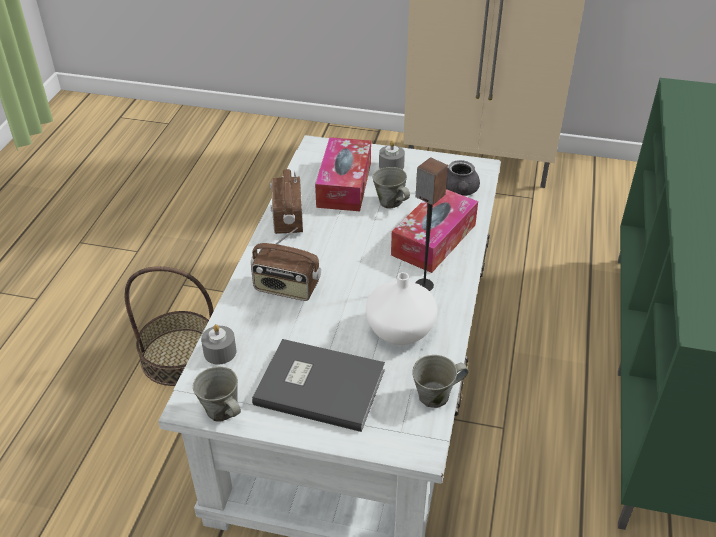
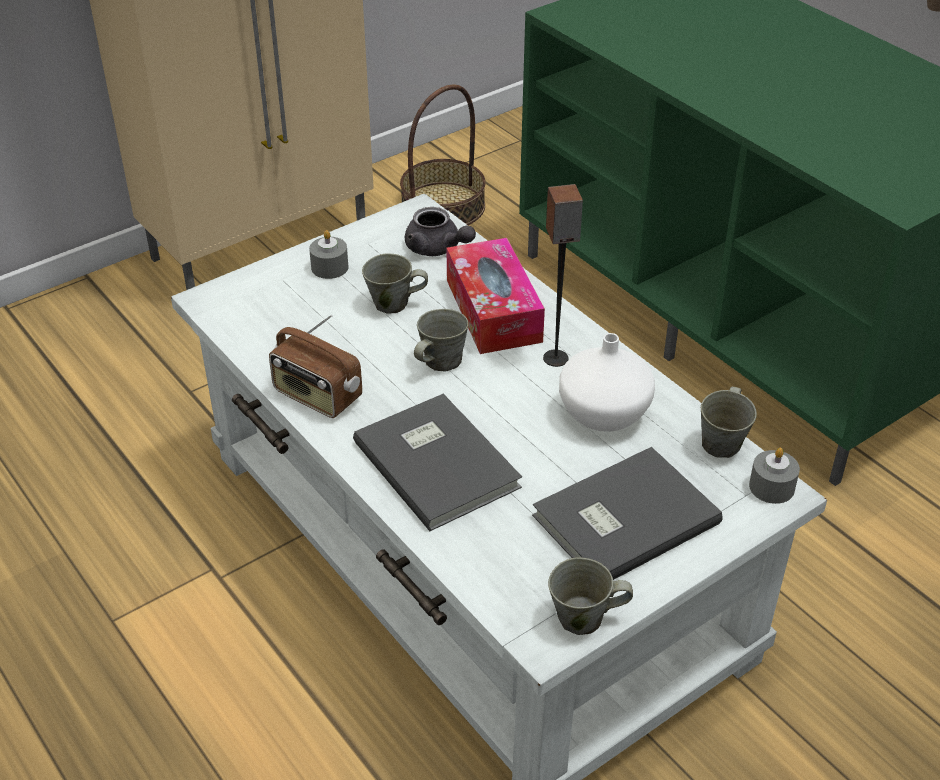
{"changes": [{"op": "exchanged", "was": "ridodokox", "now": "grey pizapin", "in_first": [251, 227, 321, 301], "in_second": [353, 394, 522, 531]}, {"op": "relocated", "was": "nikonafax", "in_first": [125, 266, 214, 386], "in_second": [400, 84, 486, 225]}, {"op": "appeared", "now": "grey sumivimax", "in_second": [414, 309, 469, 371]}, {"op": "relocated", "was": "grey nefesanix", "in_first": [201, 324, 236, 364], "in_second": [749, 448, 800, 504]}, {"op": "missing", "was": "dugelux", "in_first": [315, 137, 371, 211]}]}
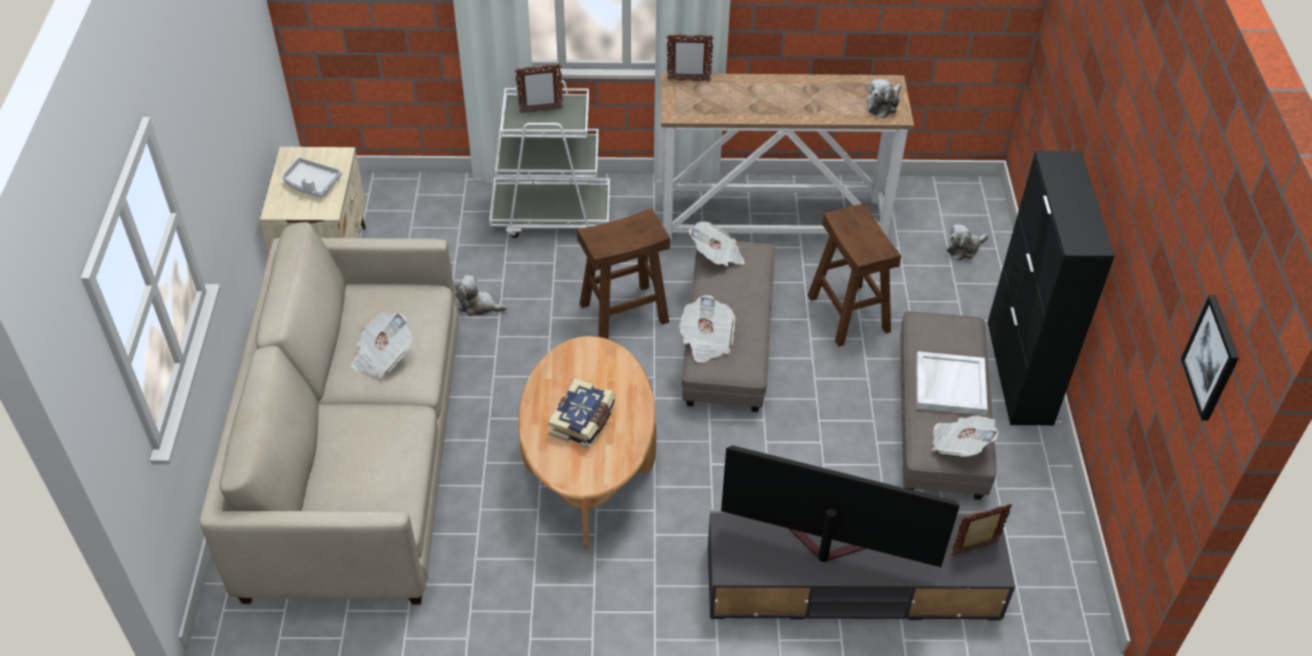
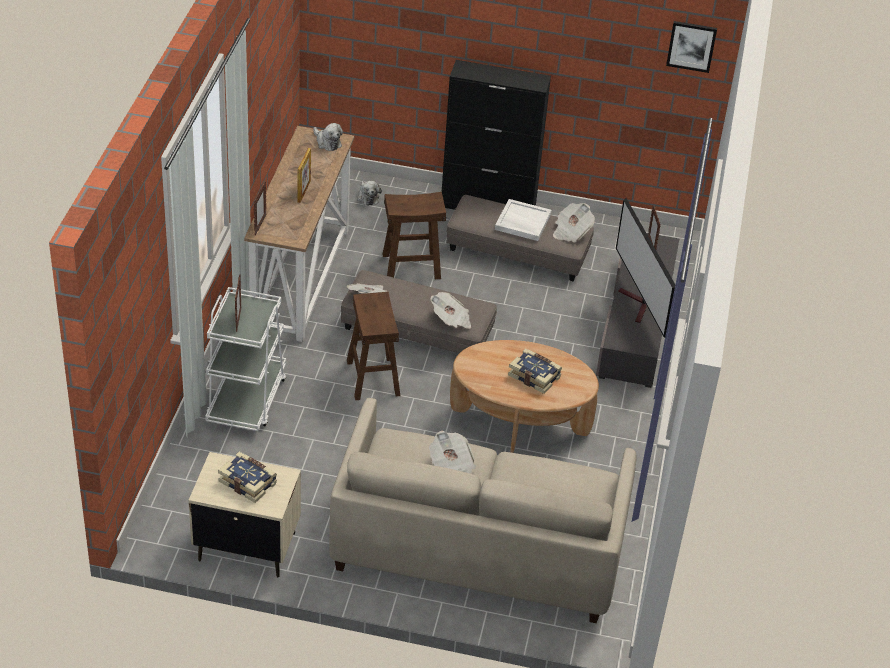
{"changes": [{"op": "exchanged", "was": "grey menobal", "now": "pizapin", "in_first": [282, 158, 342, 198], "in_second": [218, 452, 277, 503]}, {"op": "appeared", "now": "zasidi", "in_second": [297, 148, 311, 203]}, {"op": "spun", "was": "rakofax", "in_first": [721, 445, 959, 567], "in_second": [616, 198, 675, 337], "clockwise": -45}, {"op": "missing", "was": "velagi", "in_first": [455, 275, 507, 316]}]}
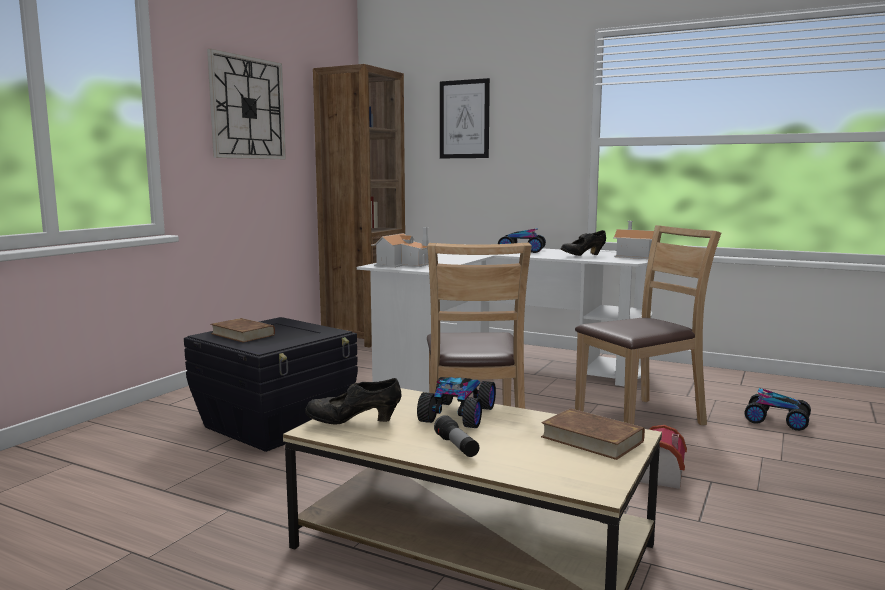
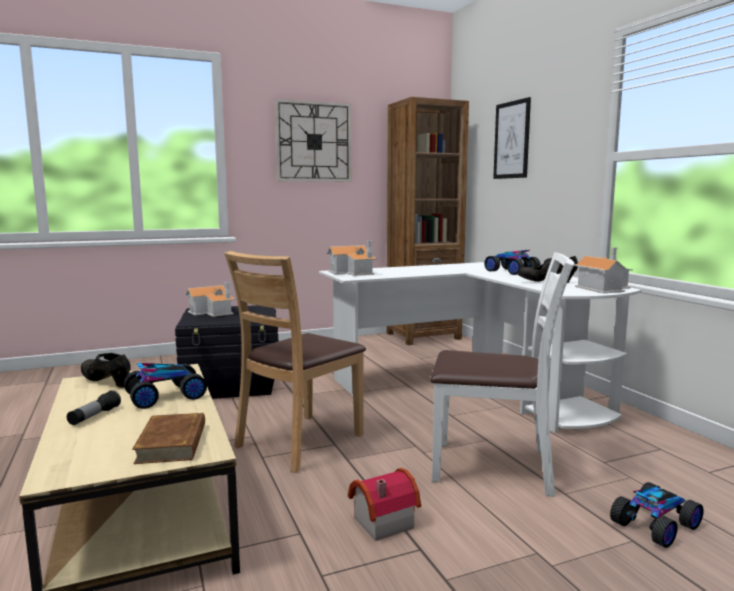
{"changes": [{"op": "exchanged", "was": "brown pizapin", "now": "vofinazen", "in_first": [210, 318, 275, 342], "in_second": [185, 282, 235, 317]}, {"op": "colour", "was": "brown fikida", "now": "white fikida", "in_first": [575, 225, 721, 425], "in_second": [430, 252, 575, 497]}, {"op": "spun", "was": "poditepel", "in_first": [745, 388, 811, 431], "in_second": [610, 482, 704, 548], "clockwise": -105}]}
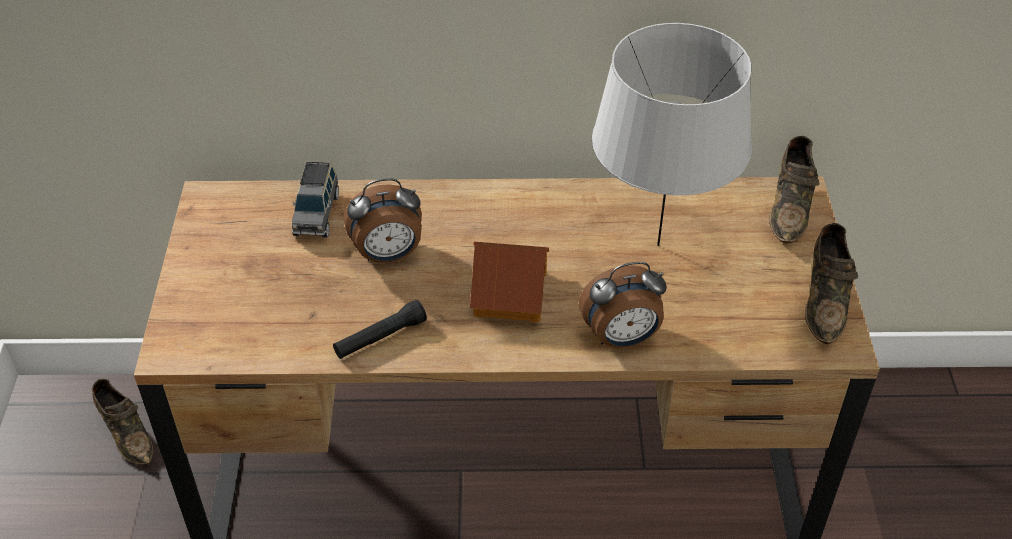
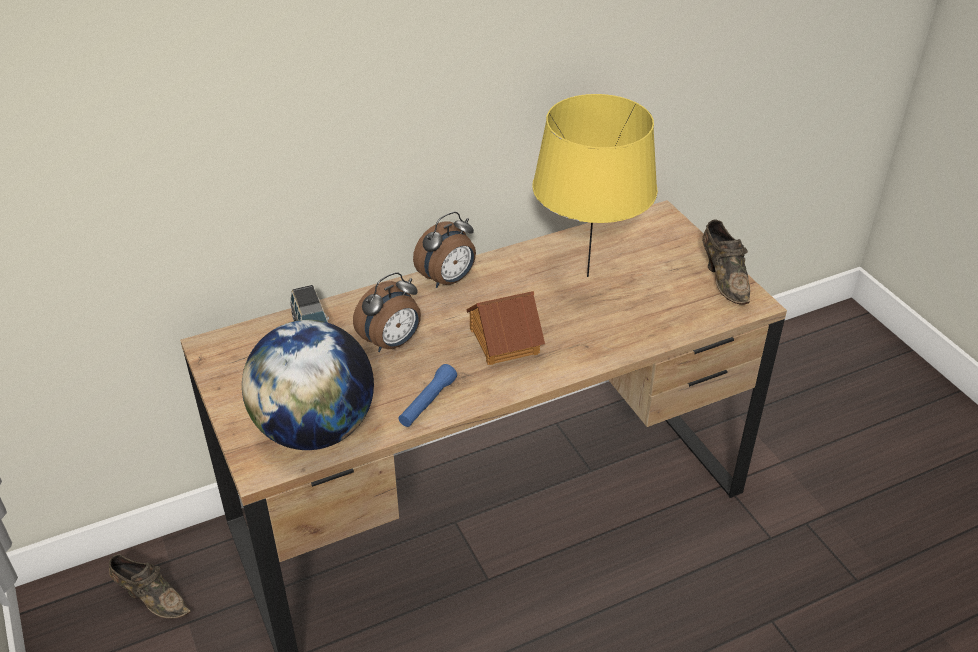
{"changes": [{"op": "appeared", "now": "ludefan", "in_second": [242, 320, 374, 450]}, {"op": "colour", "was": "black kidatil", "now": "blue kidatil", "in_first": [333, 300, 427, 359], "in_second": [398, 364, 457, 427]}, {"op": "relocated", "was": "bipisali", "in_first": [579, 262, 667, 348], "in_second": [413, 212, 476, 288]}, {"op": "colour", "was": "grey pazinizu", "now": "yellow pazinizu", "in_first": [592, 23, 752, 246], "in_second": [532, 94, 658, 277]}, {"op": "missing", "was": "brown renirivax", "in_first": [769, 136, 820, 243]}]}
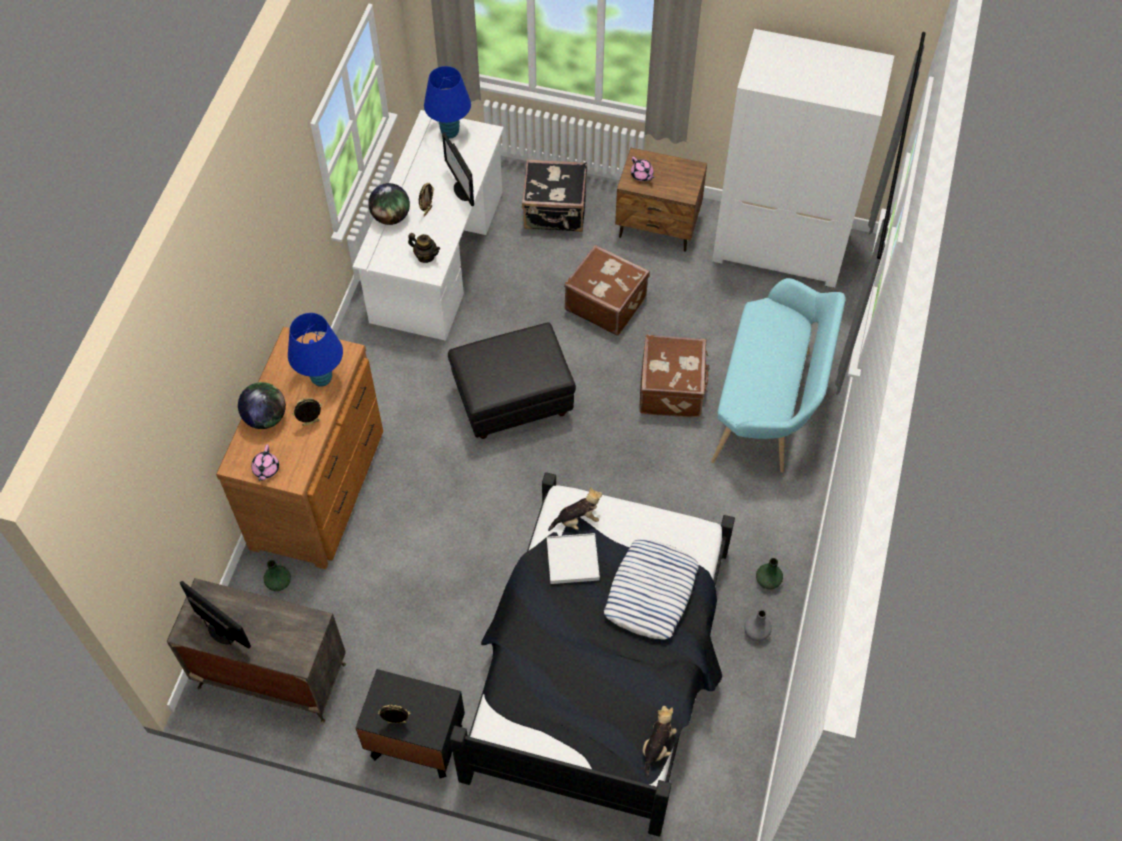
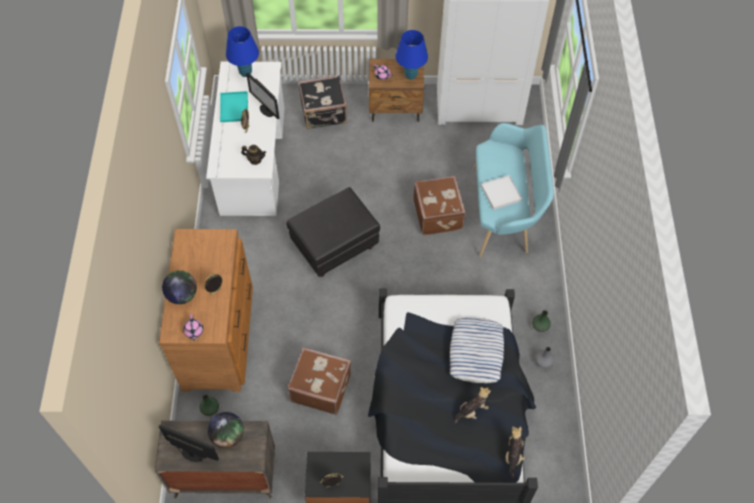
{"changes": [{"op": "relocated", "was": "ludefan", "in_first": [368, 183, 410, 225], "in_second": [208, 412, 244, 448]}, {"op": "appeared", "now": "turquoise menobal", "in_second": [220, 91, 248, 122]}, {"op": "relocated", "was": "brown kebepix", "in_first": [564, 245, 650, 336], "in_second": [287, 347, 351, 415]}, {"op": "relocated", "was": "blue pazinizu", "in_first": [288, 313, 343, 387], "in_second": [395, 30, 428, 80]}, {"op": "relocated", "was": "velagi", "in_first": [548, 487, 603, 531], "in_second": [454, 387, 491, 424]}, {"op": "relocated", "was": "white menobal", "in_first": [547, 533, 600, 584], "in_second": [481, 175, 522, 210]}]}
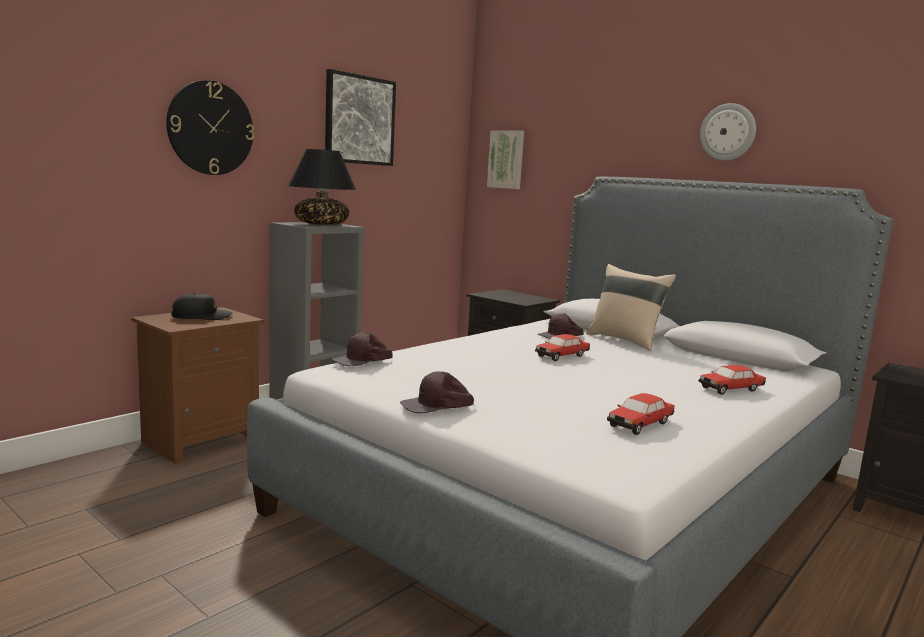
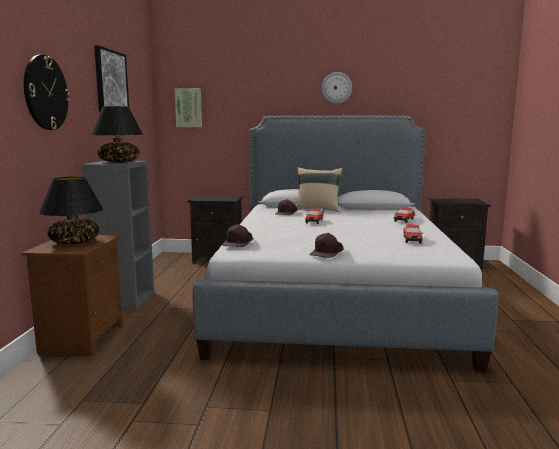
{"changes": [{"op": "exchanged", "was": "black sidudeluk", "now": "black pazinizu", "in_first": [172, 293, 233, 320], "in_second": [39, 177, 104, 244]}]}
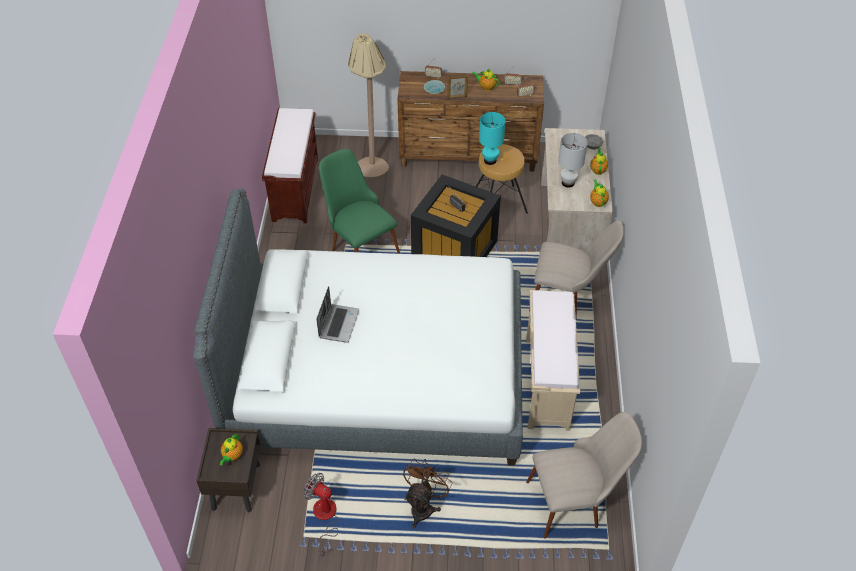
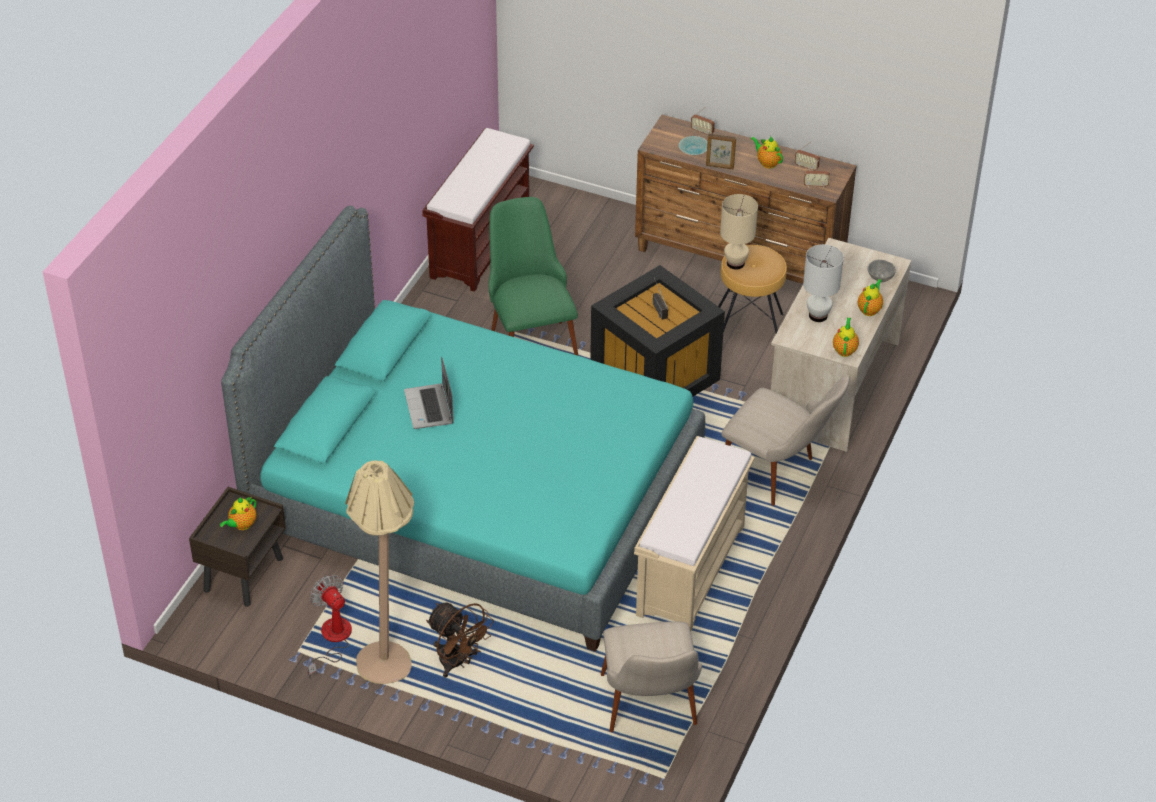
{"changes": [{"op": "colour", "was": "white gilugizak", "now": "turquoise gilugizak", "in_first": [194, 188, 523, 466], "in_second": [221, 206, 705, 652]}, {"op": "relocated", "was": "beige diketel", "in_first": [348, 34, 389, 177], "in_second": [345, 461, 414, 684]}, {"op": "spun", "was": "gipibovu", "in_first": [316, 286, 359, 343], "in_second": [404, 356, 454, 429], "clockwise": 135}, {"op": "spun", "was": "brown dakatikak", "in_first": [403, 459, 452, 528], "in_second": [426, 603, 494, 678], "clockwise": 90}, {"op": "spun", "was": "beige fikida", "in_first": [526, 412, 642, 539], "in_second": [601, 621, 702, 732], "clockwise": 75}, {"op": "colour", "was": "turquoise pazinizu", "now": "beige pazinizu", "in_first": [479, 112, 506, 165], "in_second": [720, 194, 758, 270]}]}
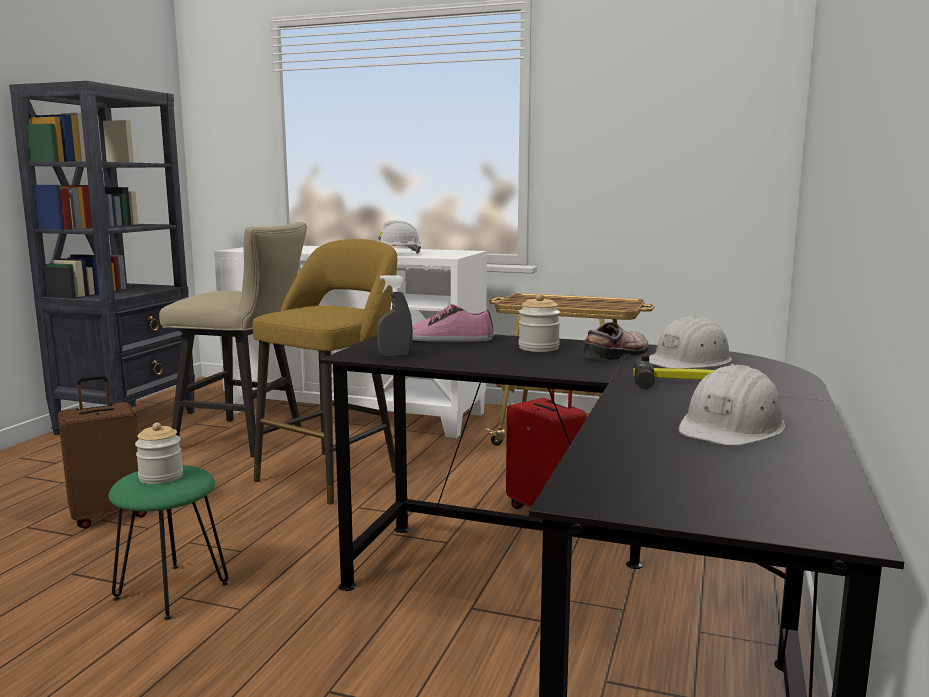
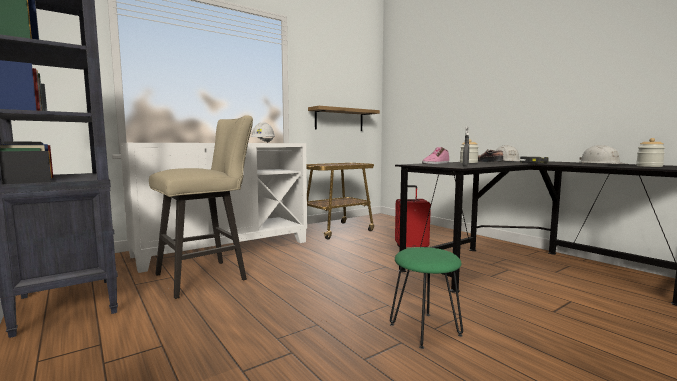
{"changes": [{"op": "appeared", "now": "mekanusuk", "in_second": [308, 106, 380, 131]}, {"op": "relocated", "was": "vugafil", "in_first": [135, 423, 183, 484], "in_second": [636, 138, 665, 167]}, {"op": "missing", "was": "brown kebepix", "in_first": [58, 375, 147, 529]}, {"op": "missing", "was": "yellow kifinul", "in_first": [253, 239, 397, 504]}]}
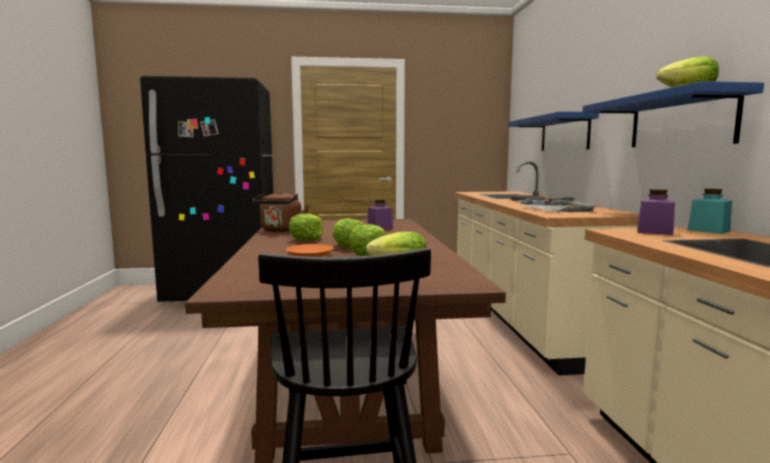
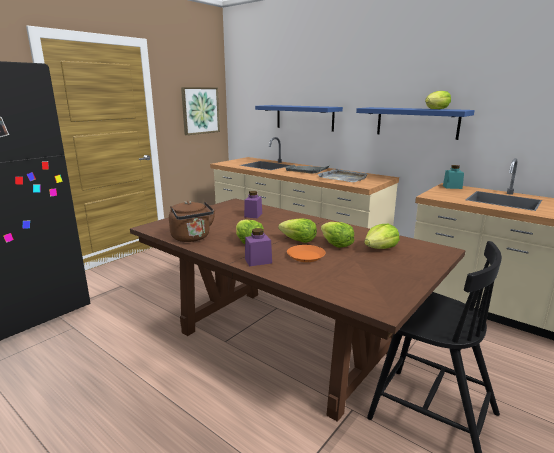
{"changes": [{"op": "appeared", "now": "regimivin", "in_second": [181, 87, 220, 135]}, {"op": "relocated", "was": "purple vugafil", "in_first": [637, 189, 675, 235], "in_second": [245, 228, 272, 266]}]}
